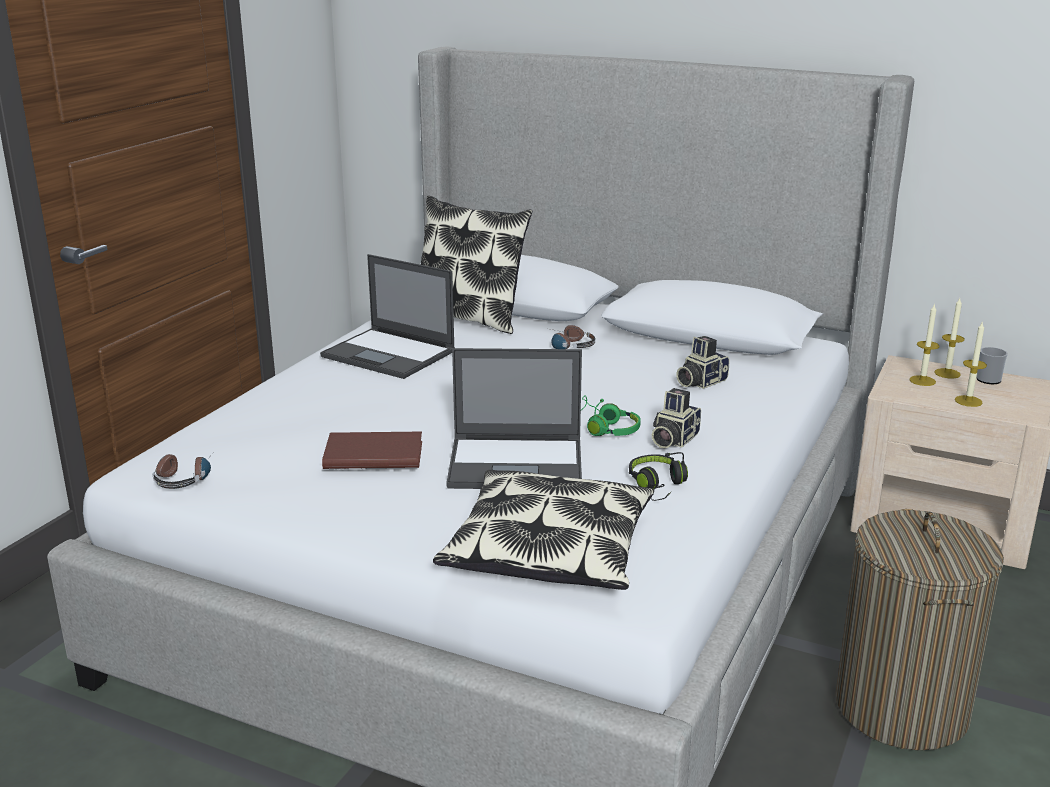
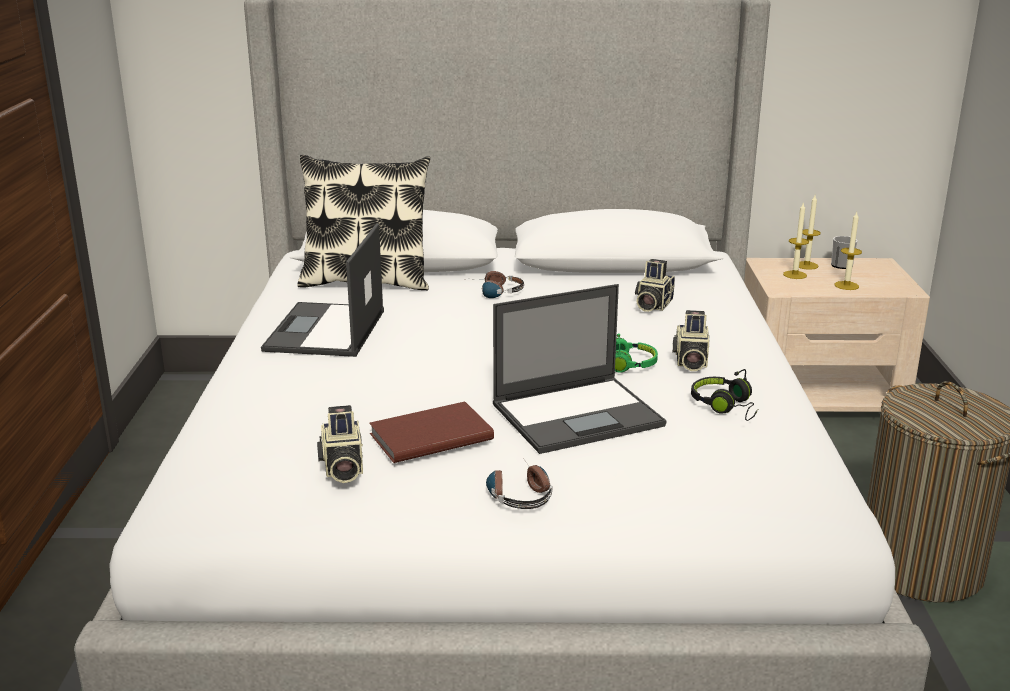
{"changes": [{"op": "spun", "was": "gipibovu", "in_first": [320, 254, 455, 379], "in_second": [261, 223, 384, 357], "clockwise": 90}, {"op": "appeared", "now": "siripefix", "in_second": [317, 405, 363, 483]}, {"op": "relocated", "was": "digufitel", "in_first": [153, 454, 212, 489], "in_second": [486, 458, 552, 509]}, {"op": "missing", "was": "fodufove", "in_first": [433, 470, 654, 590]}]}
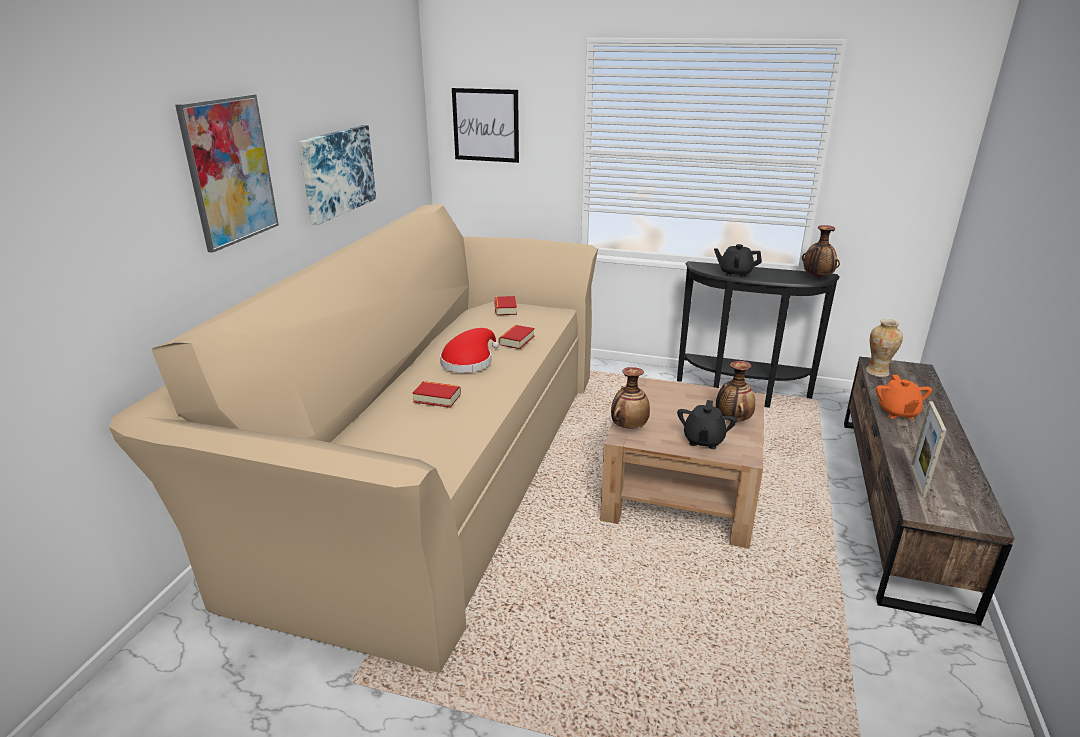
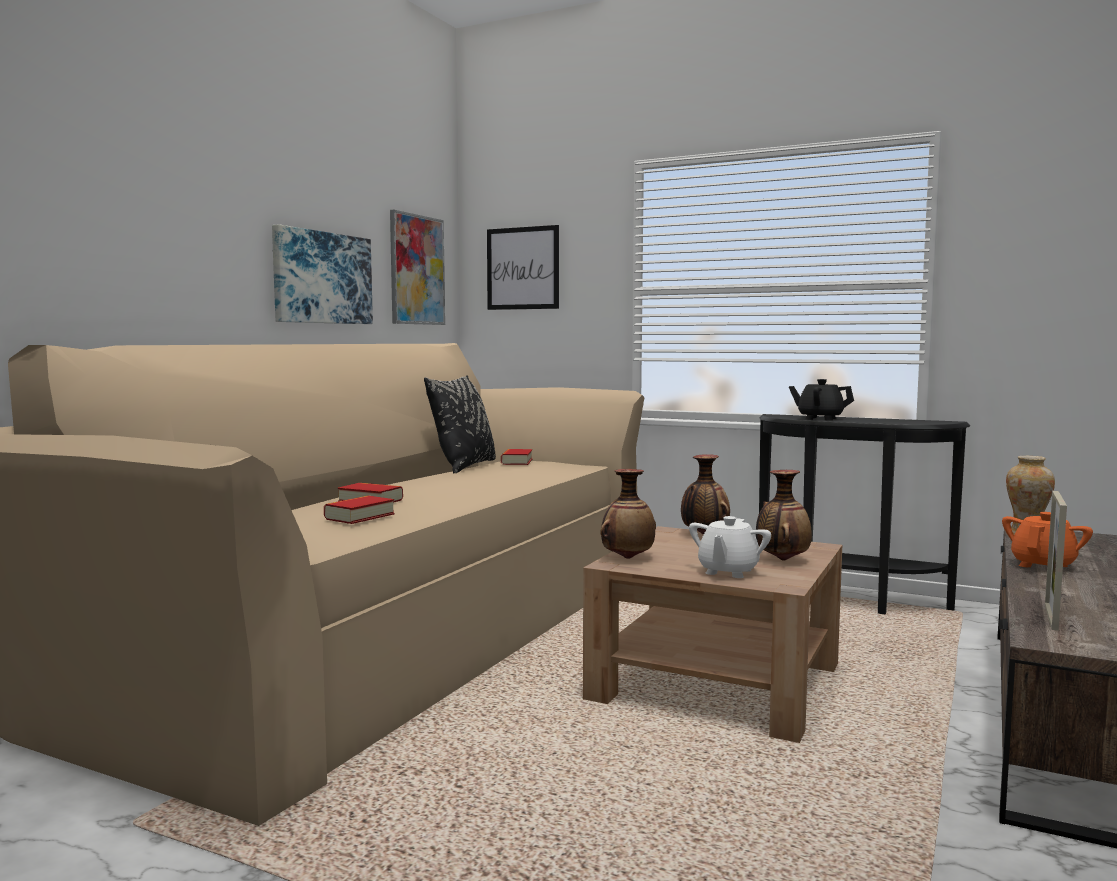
{"changes": [{"op": "relocated", "was": "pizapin", "in_first": [499, 325, 535, 349], "in_second": [324, 496, 394, 524]}, {"op": "relocated", "was": "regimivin", "in_first": [175, 94, 279, 253], "in_second": [390, 210, 445, 325]}, {"op": "appeared", "now": "black fodufove", "in_second": [424, 375, 496, 473]}, {"op": "relocated", "was": "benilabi", "in_first": [802, 225, 840, 278], "in_second": [681, 454, 730, 535]}, {"op": "colour", "was": "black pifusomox", "now": "white pifusomox", "in_first": [677, 400, 737, 449], "in_second": [689, 516, 771, 578]}, {"op": "spun", "was": "orange pifusomox", "in_first": [876, 375, 932, 419], "in_second": [1002, 512, 1093, 567], "clockwise": -150}, {"op": "missing", "was": "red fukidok", "in_first": [440, 328, 499, 373]}]}
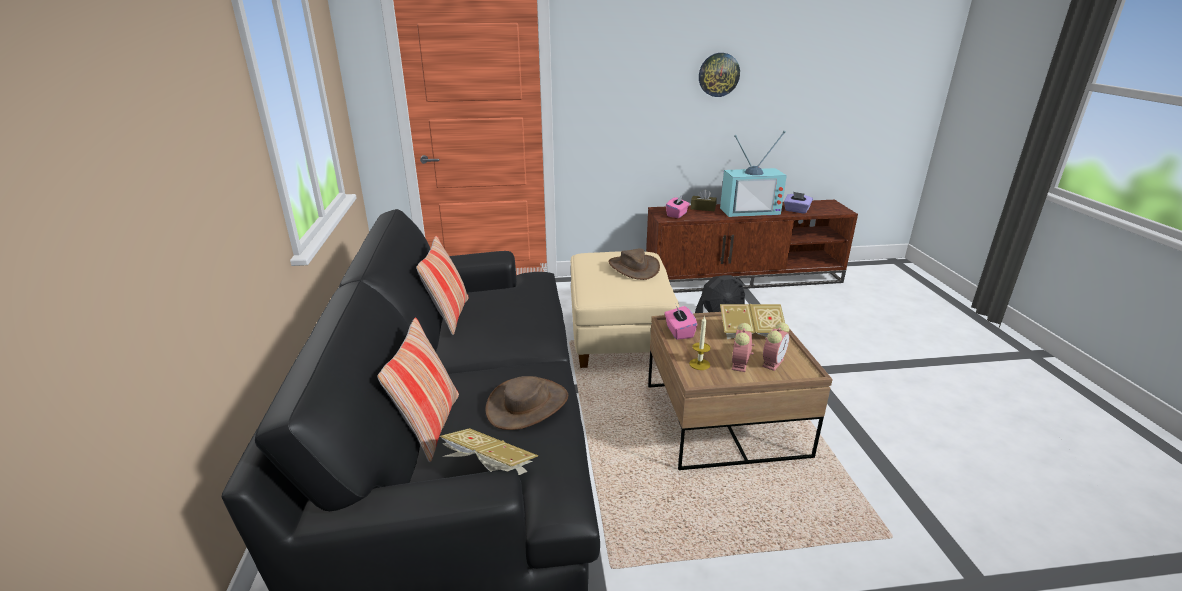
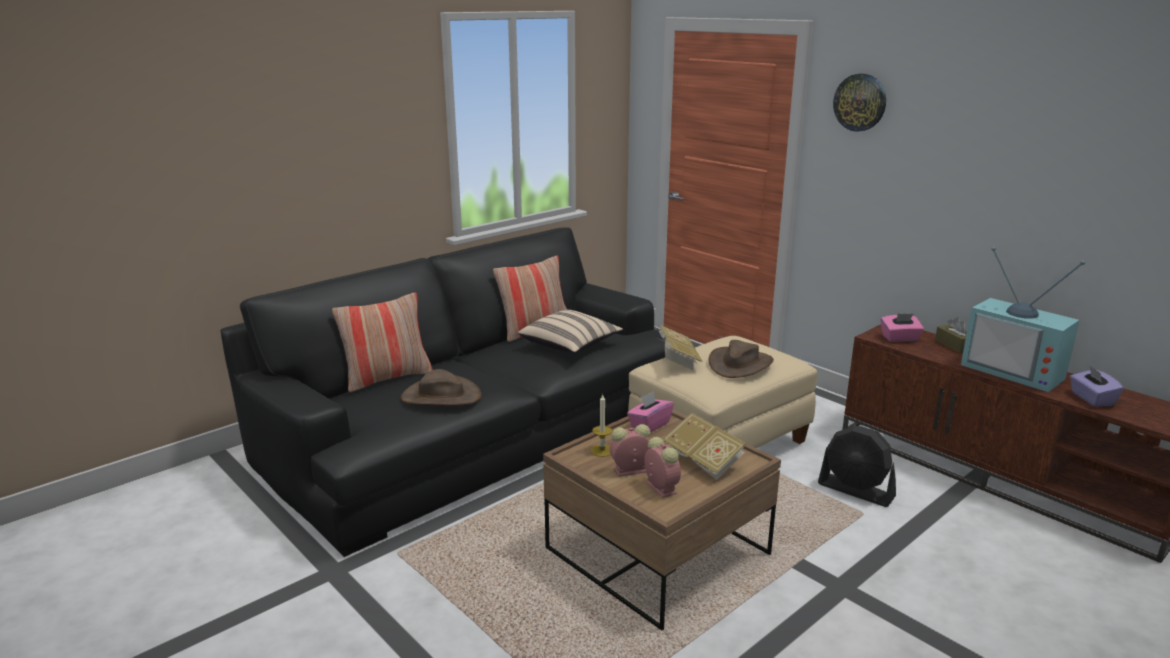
{"changes": [{"op": "appeared", "now": "beige fodufove", "in_second": [518, 310, 623, 353]}, {"op": "spun", "was": "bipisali", "in_first": [762, 322, 789, 371], "in_second": [644, 437, 681, 498], "clockwise": -120}, {"op": "relocated", "was": "pizapin", "in_first": [440, 428, 538, 475], "in_second": [659, 325, 703, 370]}, {"op": "relocated", "was": "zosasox", "in_first": [699, 53, 740, 97], "in_second": [833, 74, 886, 132]}]}
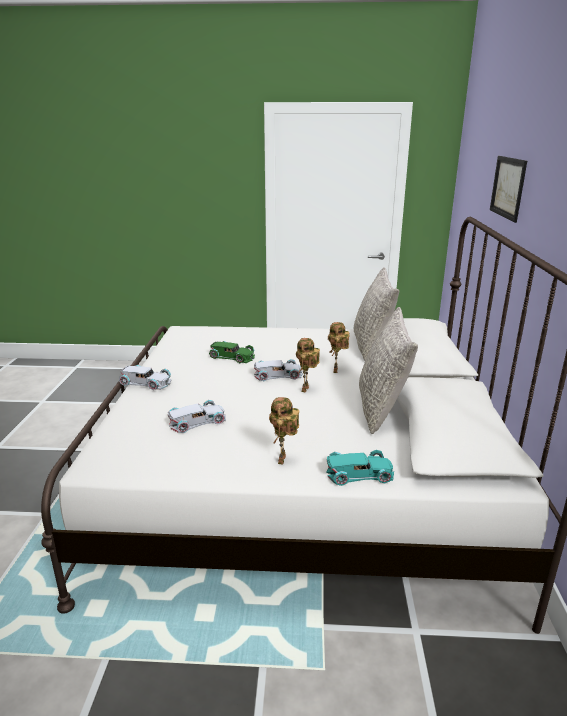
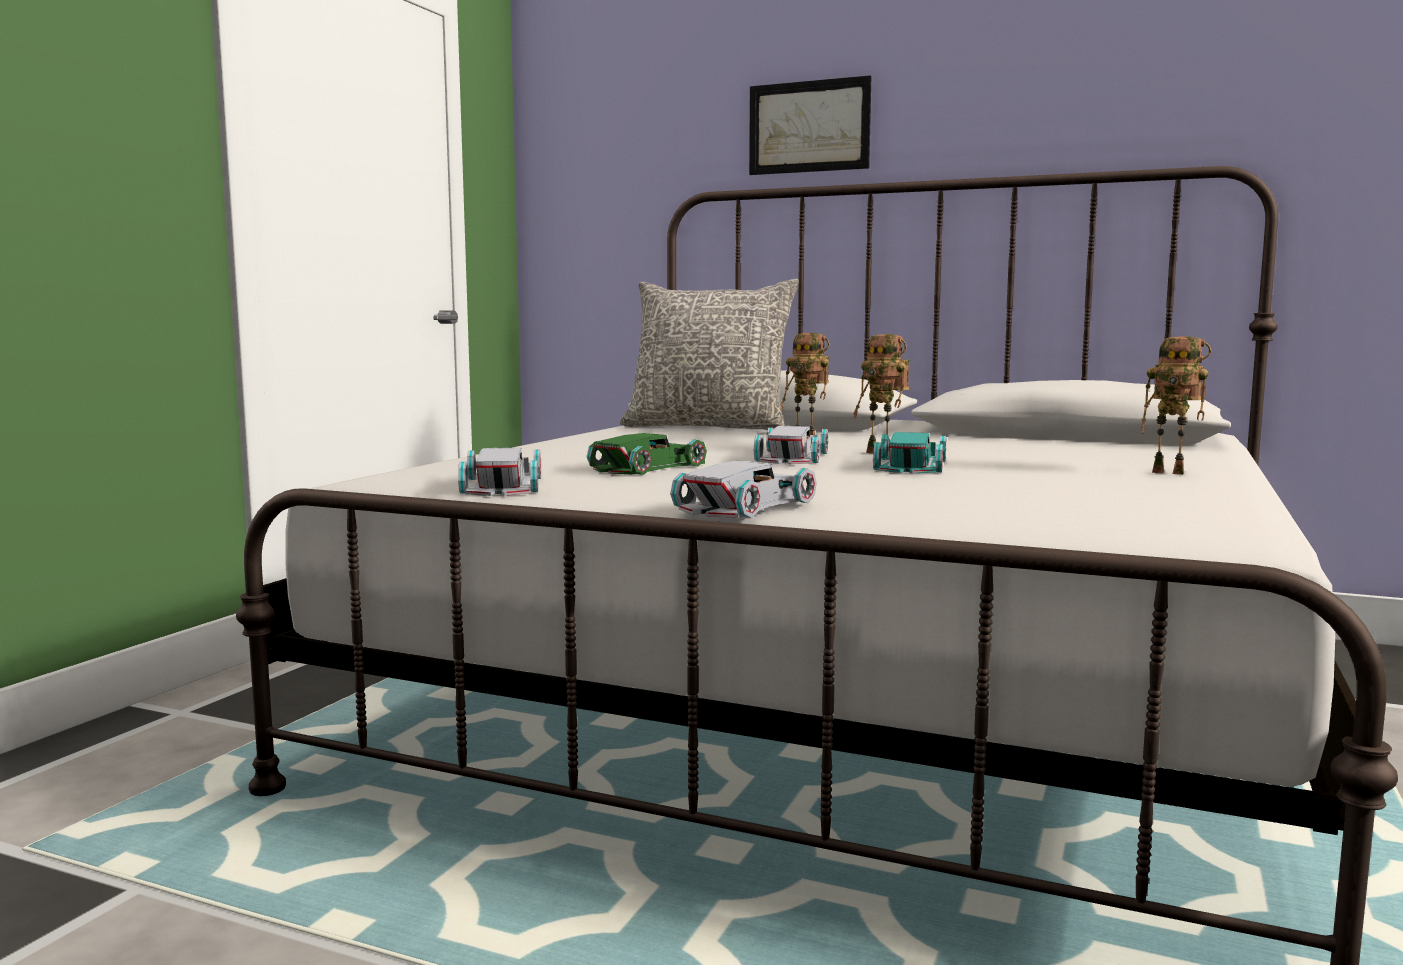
{"changes": [{"op": "relocated", "was": "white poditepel", "in_first": [168, 400, 226, 433], "in_second": [458, 448, 541, 496]}, {"op": "relocated", "was": "turquoise poditepel", "in_first": [326, 450, 394, 486], "in_second": [873, 432, 946, 473]}, {"op": "missing", "was": "grey fodufove", "in_first": [359, 307, 418, 434]}]}
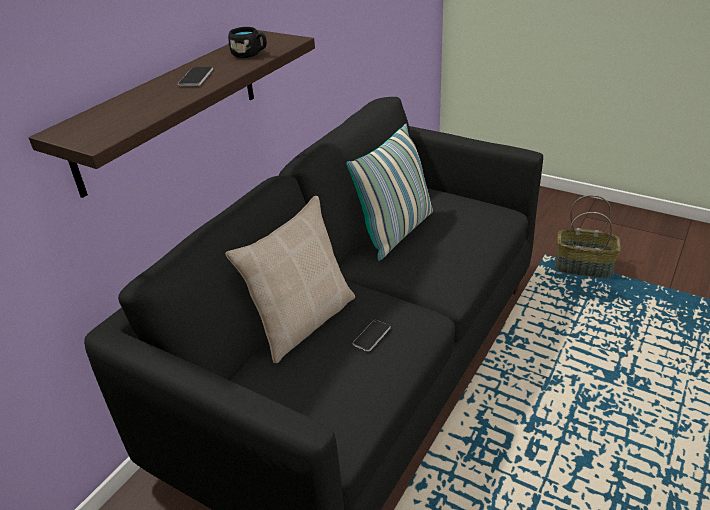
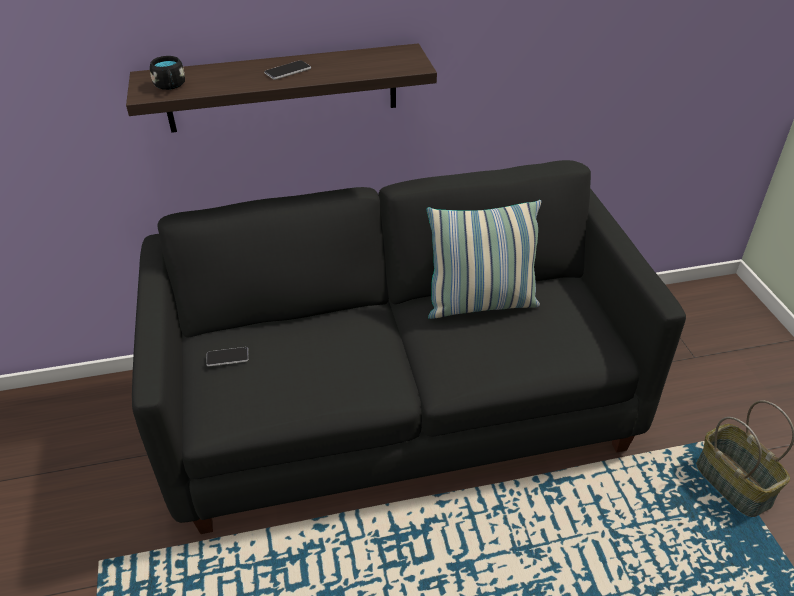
{"changes": [{"op": "relocated", "was": "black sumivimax", "in_first": [228, 27, 267, 58], "in_second": [150, 56, 185, 90]}, {"op": "relocated", "was": "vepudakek", "in_first": [353, 320, 391, 352], "in_second": [206, 347, 248, 367]}, {"op": "missing", "was": "beige fodufove", "in_first": [225, 196, 355, 363]}]}
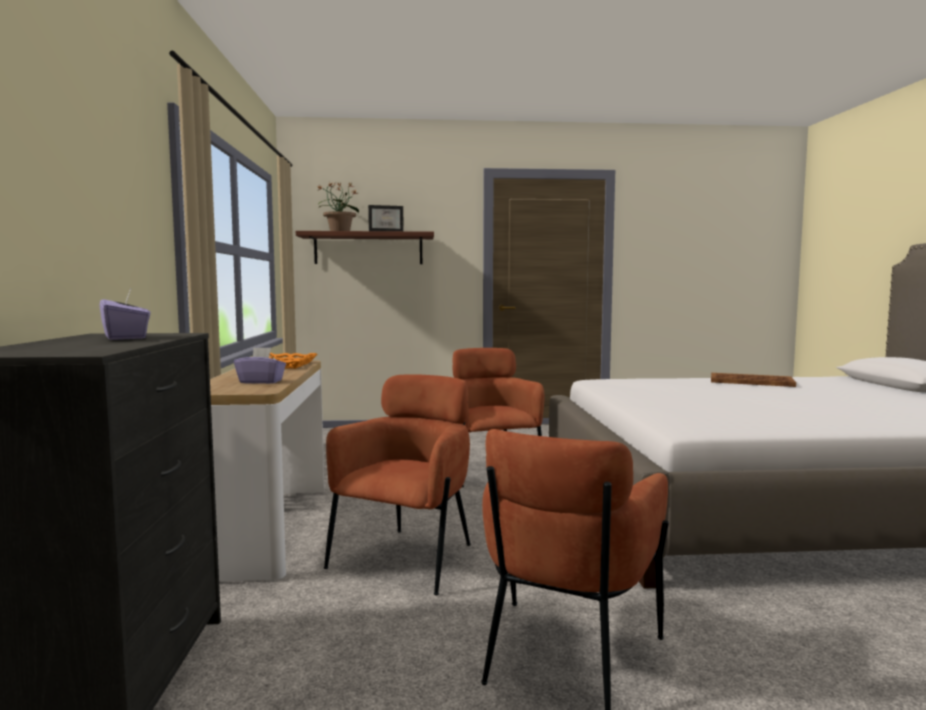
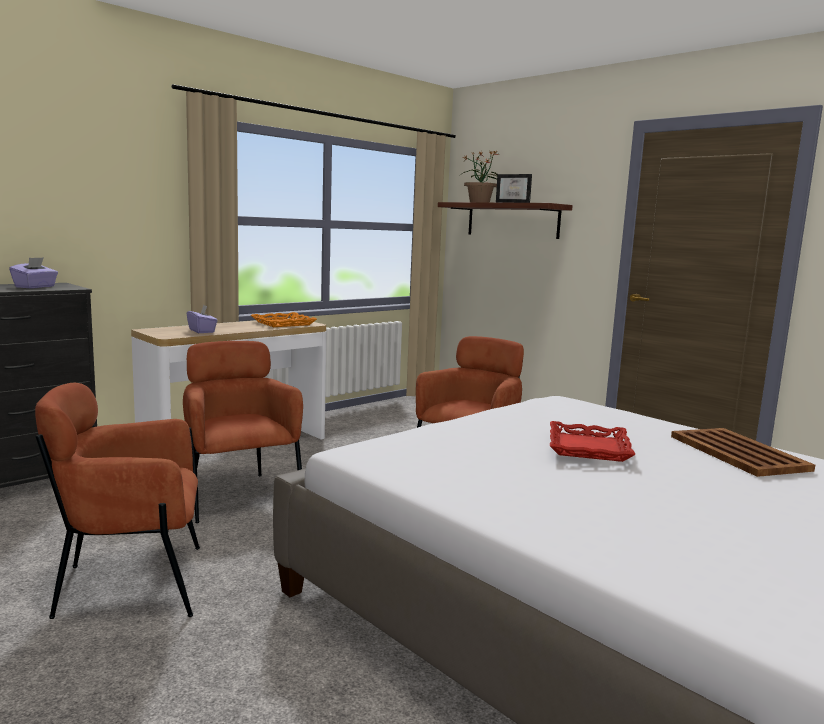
{"changes": [{"op": "spun", "was": "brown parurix", "in_first": [324, 374, 471, 595], "in_second": [183, 341, 303, 523], "clockwise": -105}, {"op": "appeared", "now": "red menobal", "in_second": [550, 421, 635, 462]}]}
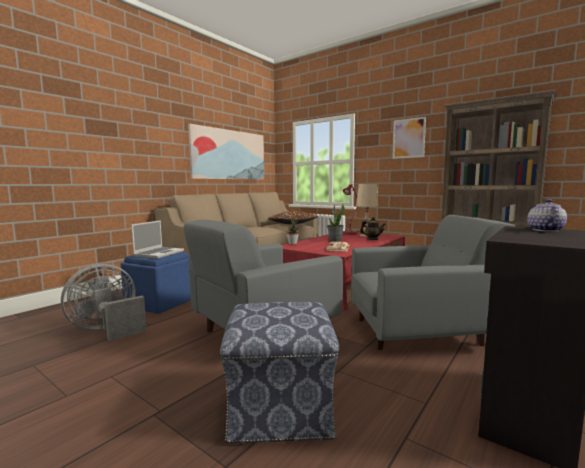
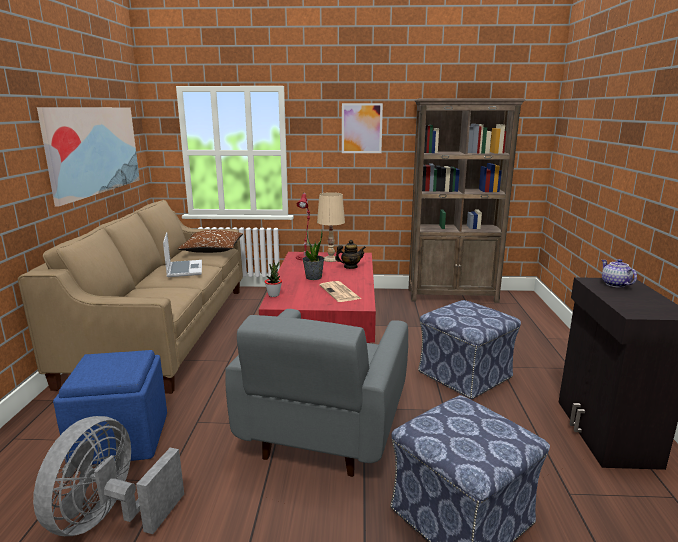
{"changes": [{"op": "relocated", "was": "gipibovu", "in_first": [131, 220, 184, 258], "in_second": [163, 232, 202, 277]}, {"op": "exchanged", "was": "grey parurix", "now": "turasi", "in_first": [351, 215, 515, 350], "in_second": [418, 300, 521, 399]}]}
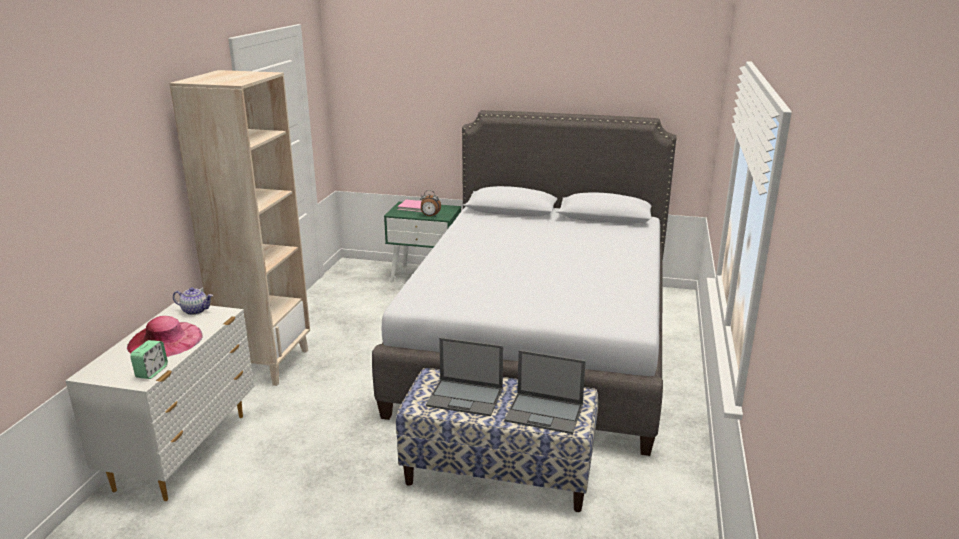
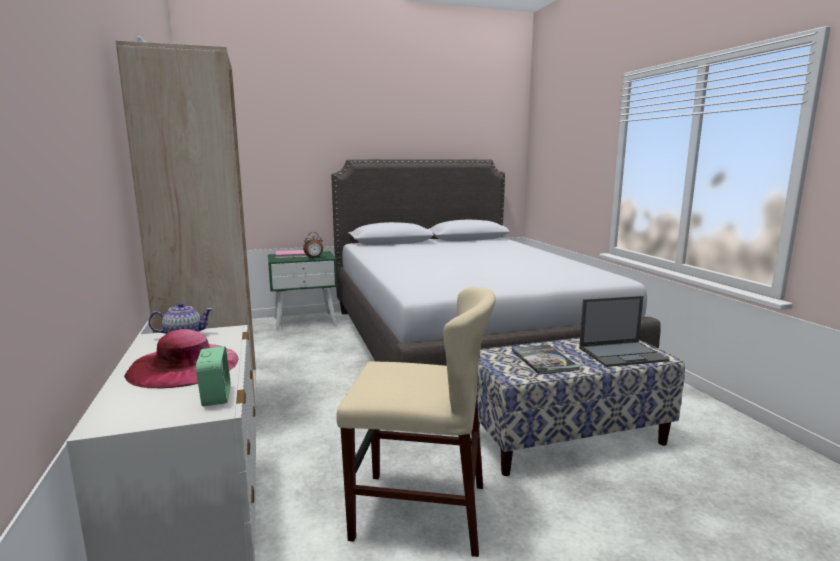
{"changes": [{"op": "appeared", "now": "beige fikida", "in_second": [336, 287, 496, 557]}, {"op": "exchanged", "was": "gipibovu", "now": "pizapin", "in_first": [426, 337, 503, 416], "in_second": [512, 345, 580, 375]}]}
